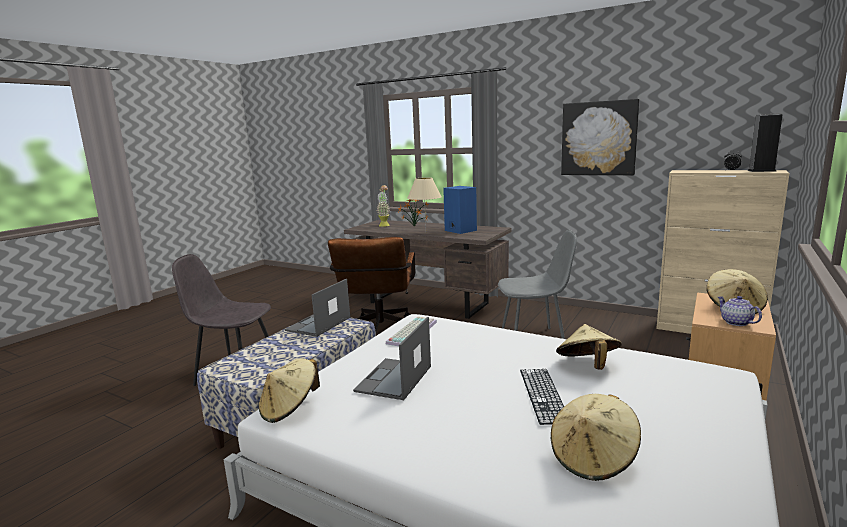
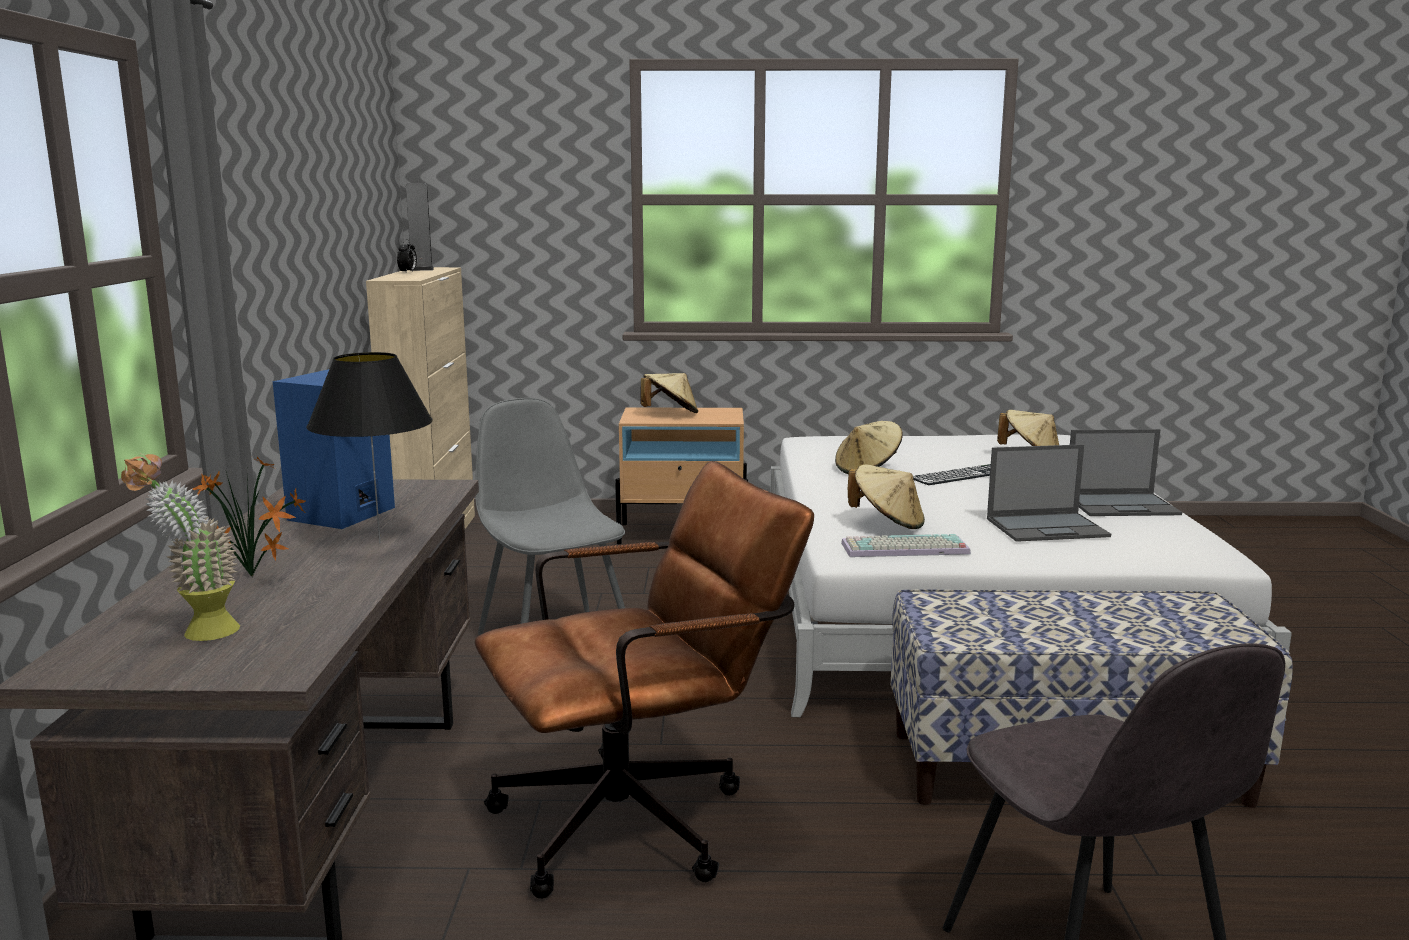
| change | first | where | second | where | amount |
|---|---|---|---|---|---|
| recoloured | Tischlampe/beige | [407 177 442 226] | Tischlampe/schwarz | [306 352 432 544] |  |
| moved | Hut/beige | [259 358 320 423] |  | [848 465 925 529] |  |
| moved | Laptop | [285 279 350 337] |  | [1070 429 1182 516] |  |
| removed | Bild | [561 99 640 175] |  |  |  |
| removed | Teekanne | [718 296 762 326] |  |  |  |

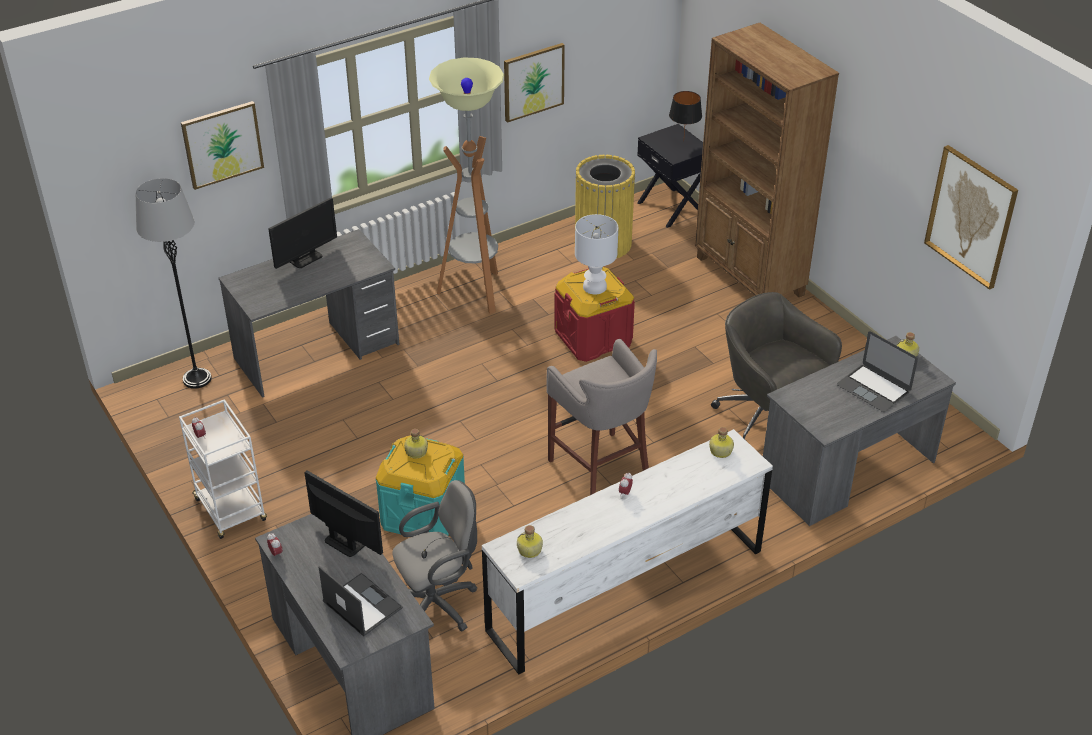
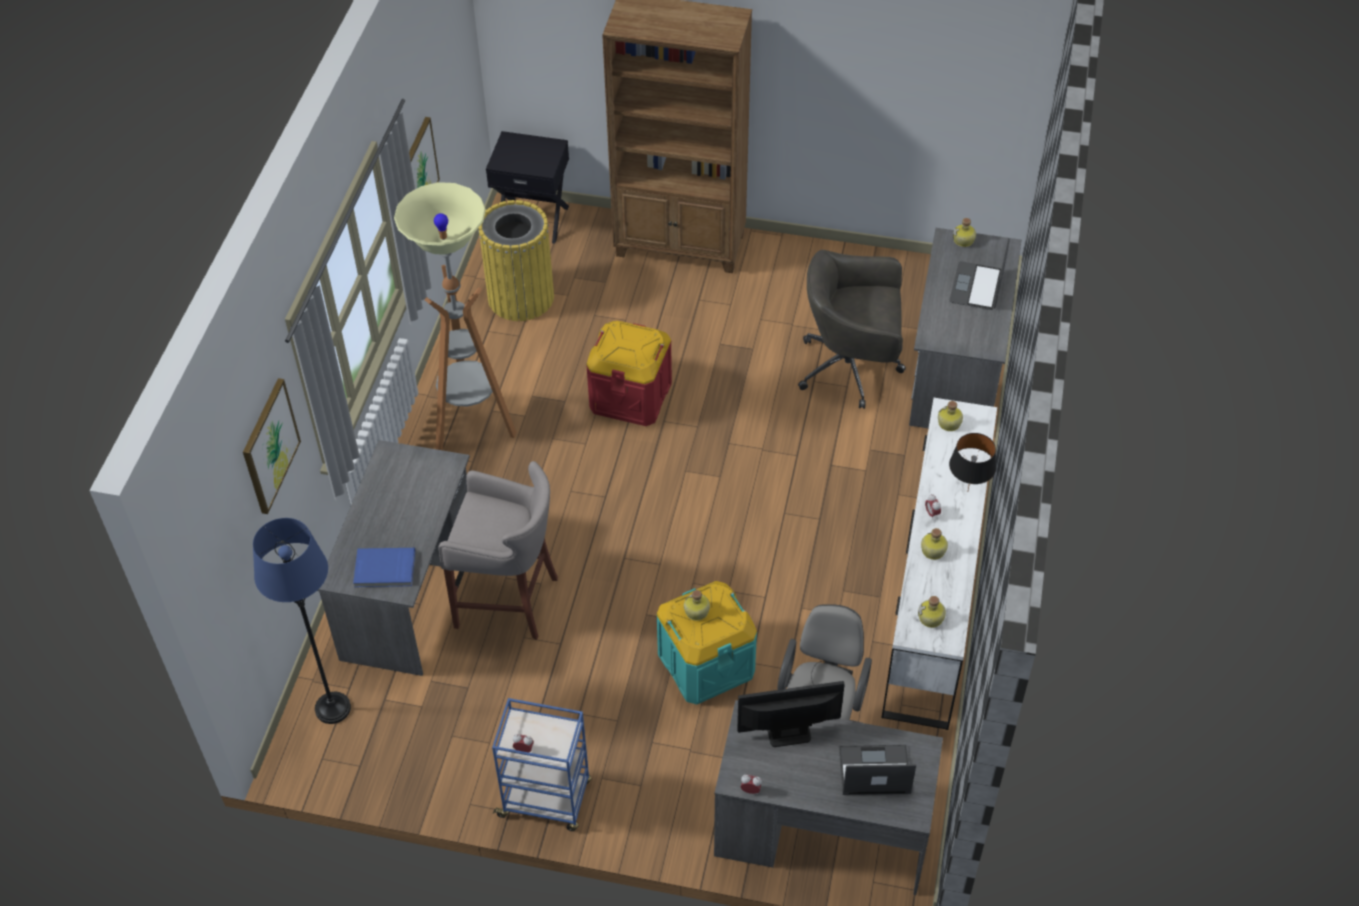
| change | first | where | second | where | amount |
|---|---|---|---|---|---|
| recoloured | Stehlampe/grau | [136 178 212 389] | Stehlampe/blau | [253 518 351 724] |  |
| added |  |  | Buch/blau | [353 548 415 587] |  |
| moved | Hocker/grau | [546 339 657 495] |  | [438 461 558 640] |  |
| recoloured | Rollwagen/weiß | [179 399 267 539] | Rollwagen/blau | [492 698 591 831] |  |
| added |  |  | Flasche | [921 528 948 560] |  |
| moved | Tischlampe/schwarz | [669 91 702 135] |  | [949 433 996 490] |  |
| turned | Laptop | [837 331 918 412] |  | [950 238 1009 310] | 105 degrees clockwise |
| removed | Monitor | [268 198 337 269] |  |  |  |
| removed | Tischlampe/weiß | [575 214 618 295] |  |  |  |
| removed | Bild | [924 145 1018 290] |  |  |  |

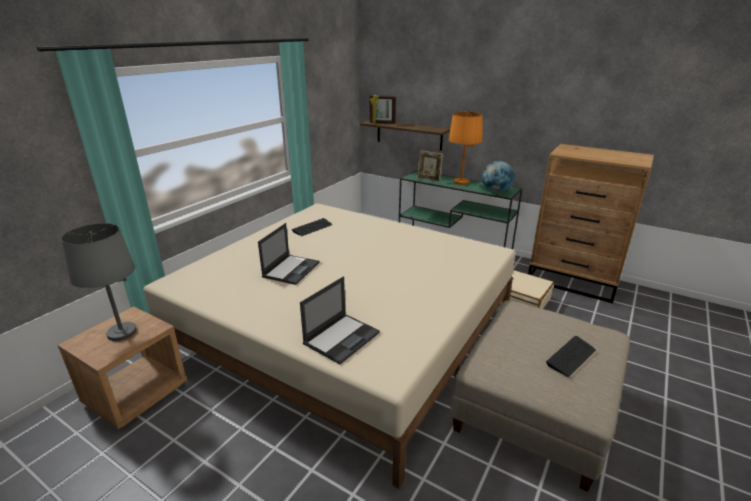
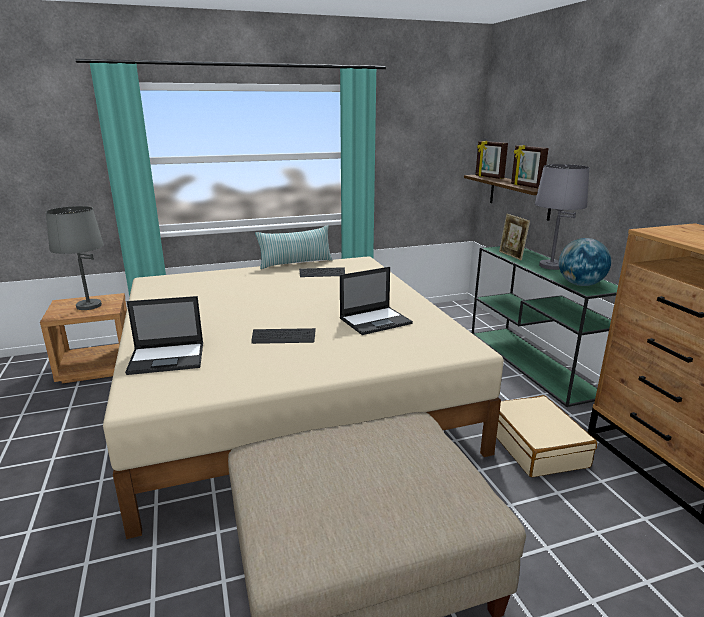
| change | first | where | second | where | amount |
|---|---|---|---|---|---|
| moved | Tastatur | [546 336 596 377] |  | [251 328 316 344] |  |
| added |  |  | Kissen | [255 225 332 269] |  |
| moved | Laptop | [258 223 320 285] |  | [340 267 413 335] |  |
| added |  |  | Bilderrahmen | [511 145 549 188] |  |
| recoloured | Tischlampe/orange | [448 112 482 185] | Tischlampe/grau | [535 164 589 270] |  |

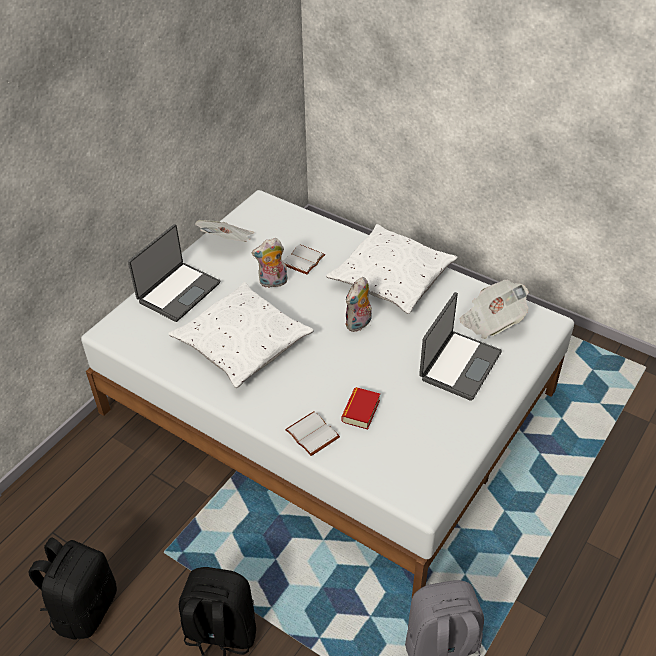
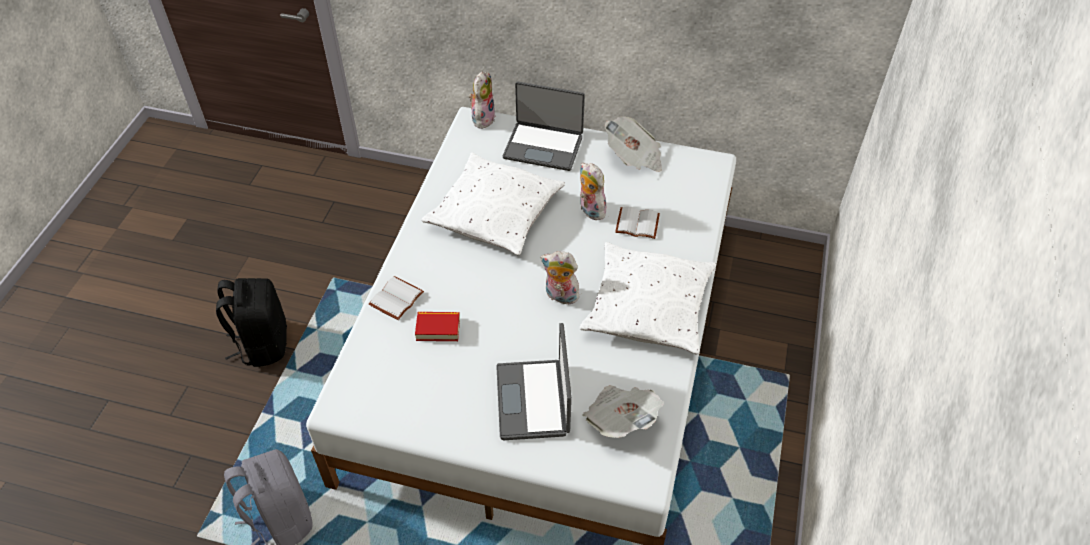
| change | first | where | second | where | amount |
|---|---|---|---|---|---|
| added |  |  | Plüschtier | [469 71 496 129] |  |
| turned | Laptop | [419 292 502 401] |  | [496 323 572 440] | 75 degrees clockwise |
| removed | Rucksack/schwarz | [29 537 117 640] |  |  |  |

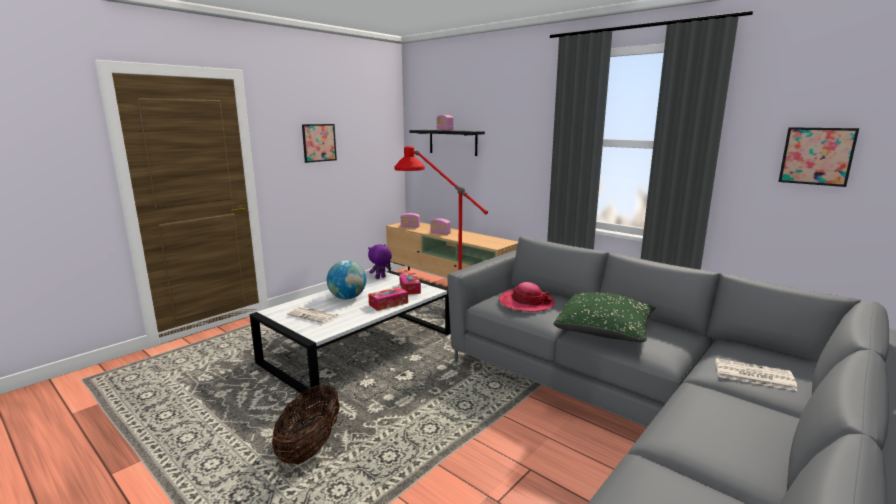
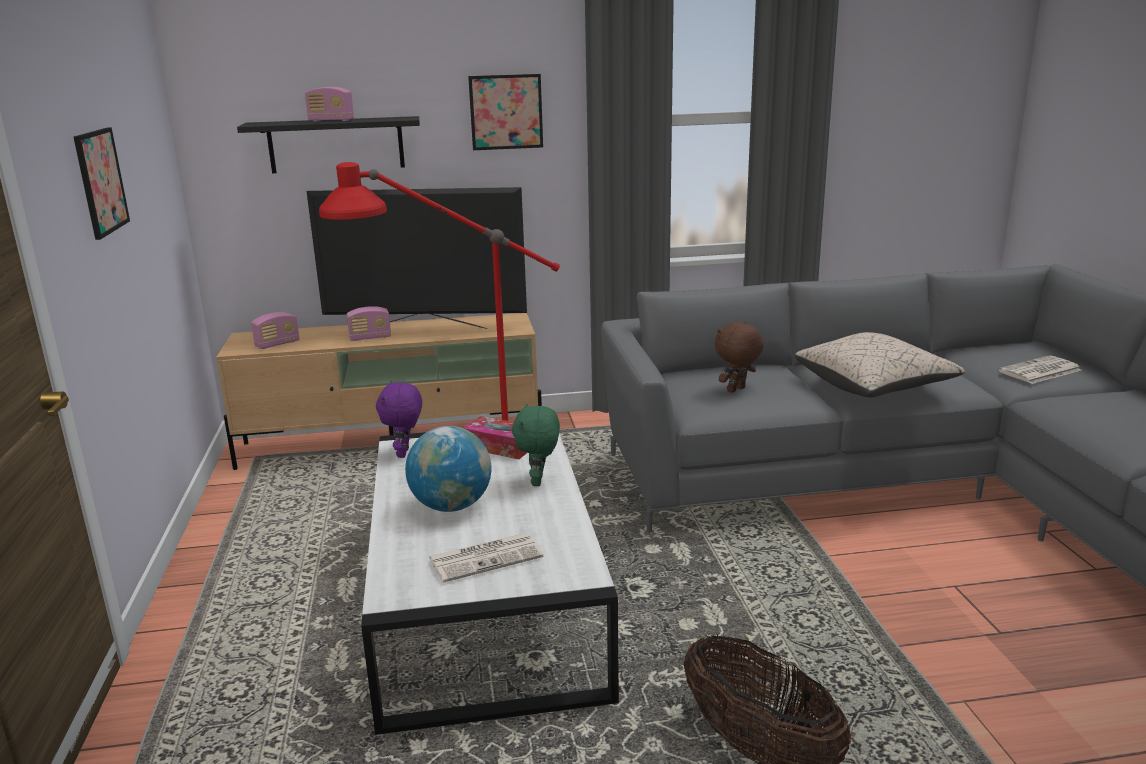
| change | first | where | second | where | amount |
|---|---|---|---|---|---|
| added |  |  | Fernseher | [307 187 527 329] |  |
| moved | Bild | [778 127 859 187] |  | [468 74 543 150] |  |
| replaced | Taschentuchbox | [368 287 408 311] | Plüschtier/grün | [512 403 560 486] |  |
| replaced | Hut | [499 282 555 312] | Plüschtier/braun | [715 321 764 393] |  |
| recoloured | Kissen/grün | [553 292 655 342] | Kissen/beige | [795 332 965 398] |  |

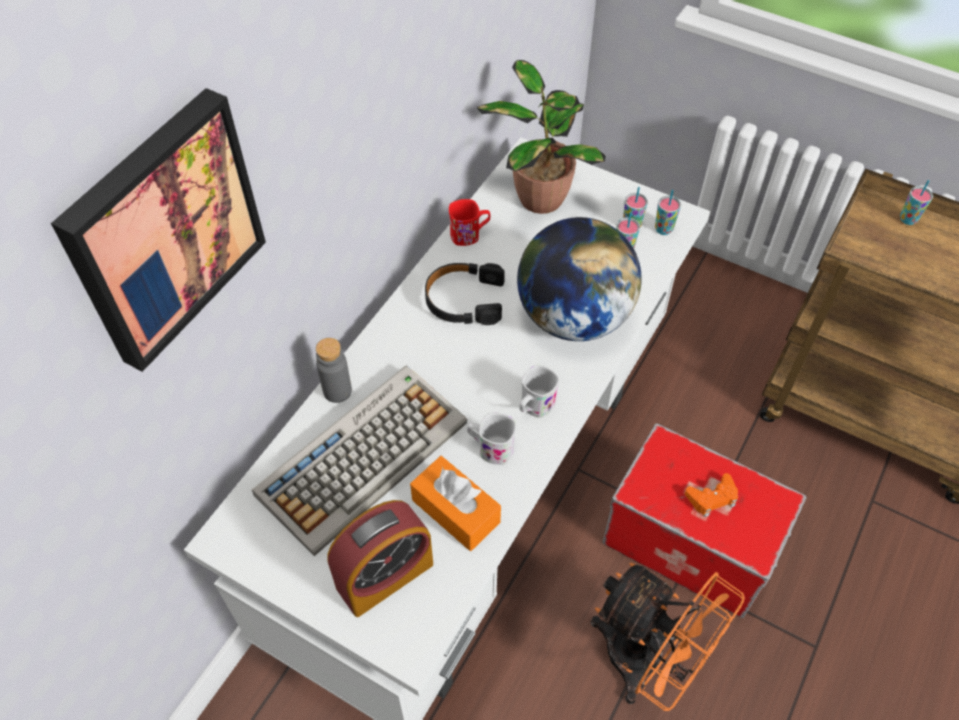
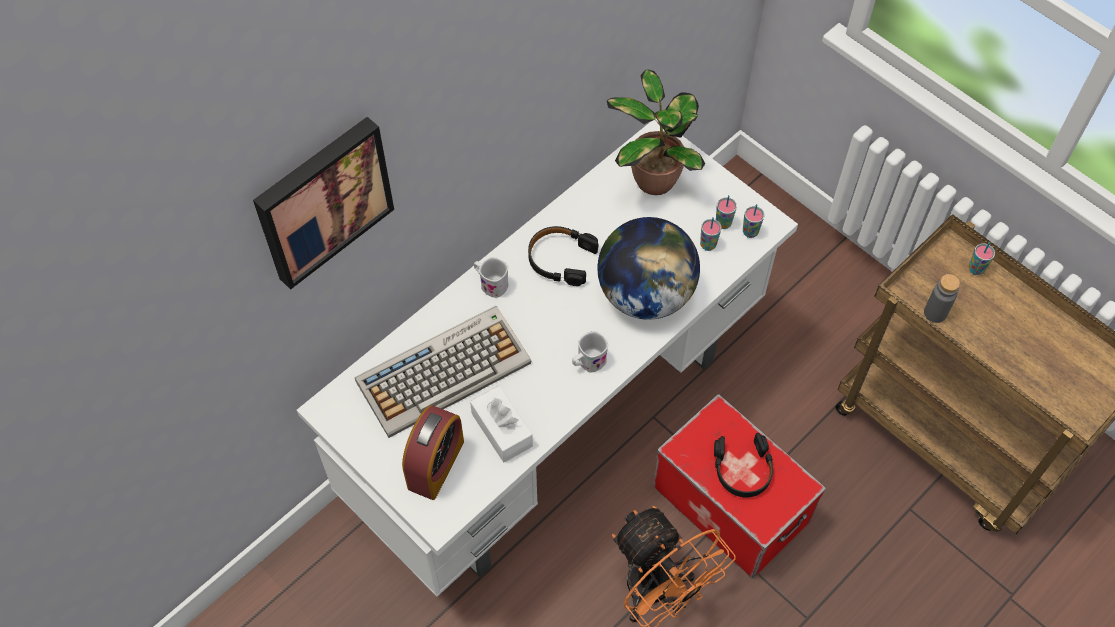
| change | first | where | second | where | amount |
|---|---|---|---|---|---|
| turned | Wecker | [327 500 433 617] |  | [402 405 464 500] | 45 degrees counterclockwise |
| recoloured | Taschentuchbox/orange | [410 456 501 551] | Taschentuchbox/weiß | [470 386 533 463] |  |
| moved | Henkelbecher/weiß | [467 413 516 465] |  | [474 257 509 298] |  |
| replaced | Gamepad/orange | [685 473 738 517] | Kopfhörer/schwarz | [714 433 773 498] |  |
| moved | Flasche/grau | [316 338 352 403] |  | [924 274 960 323] |  |
| removed | Henkelbecher/rot | [449 199 490 246] |  |  |  |

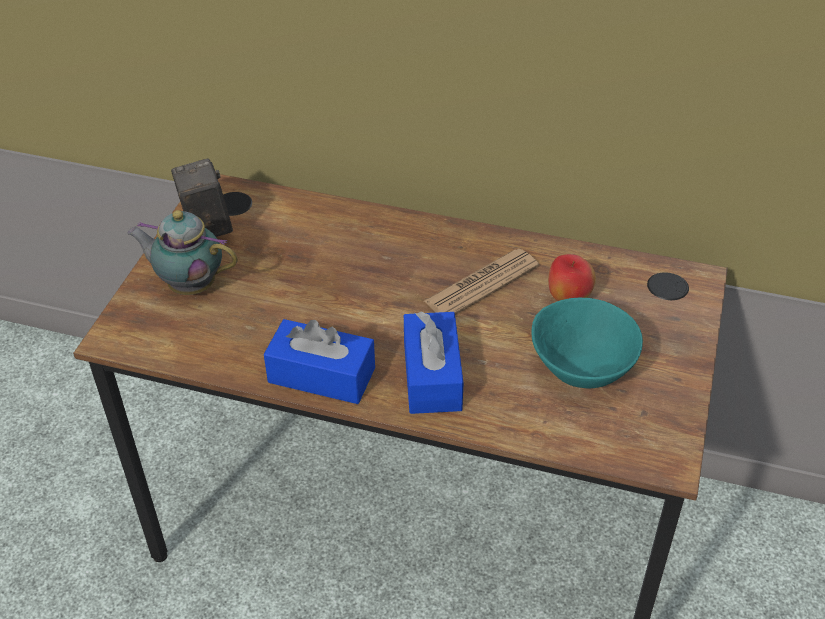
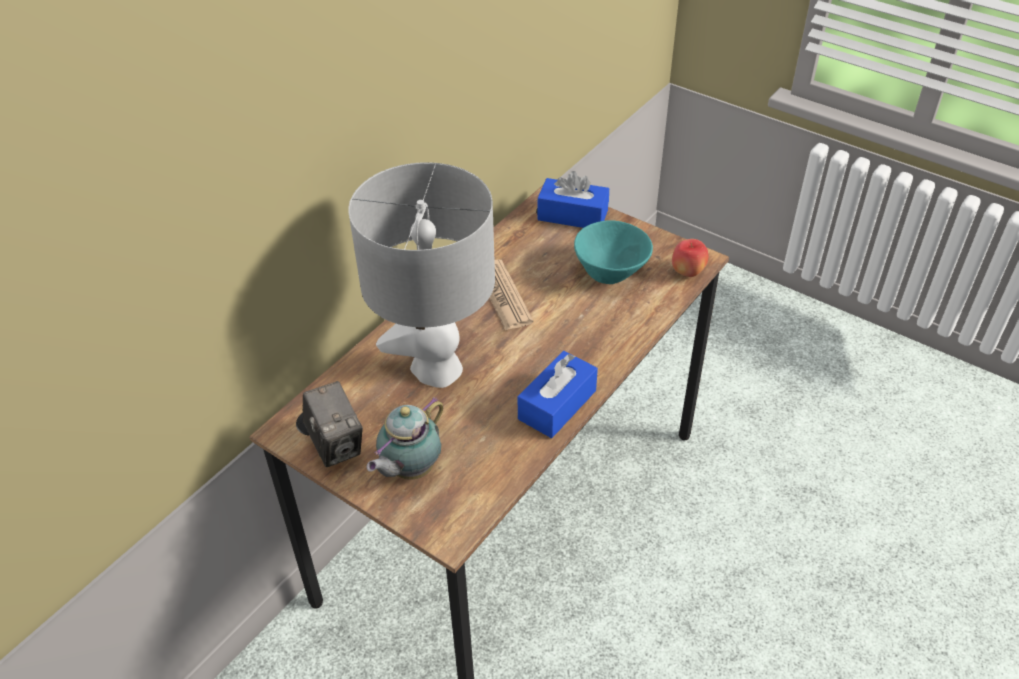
| change | first | where | second | where | amount |
|---|---|---|---|---|---|
| turned | Kamera | [171 158 233 237] |  | [303 381 363 467] | 120 degrees counterclockwise |
| added |  |  | Tischlampe/grau | [348 162 495 388] |  |
| moved | Taschentuchbox/blau | [404 312 463 414] |  | [538 171 609 228] |  |
| moved | Apfel | [548 254 596 301] |  | [672 239 708 277] |  |

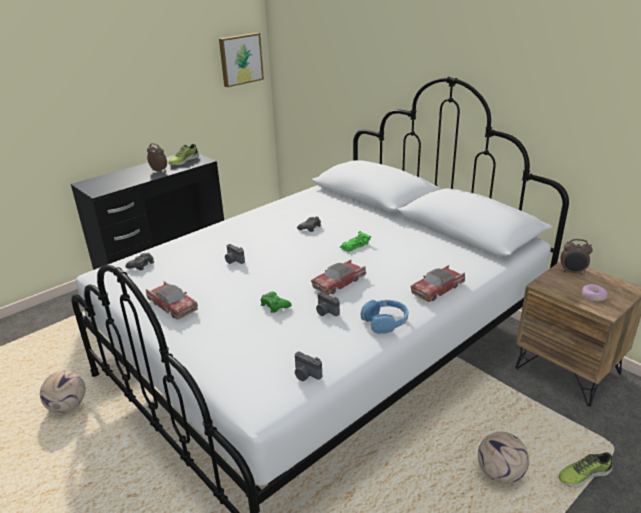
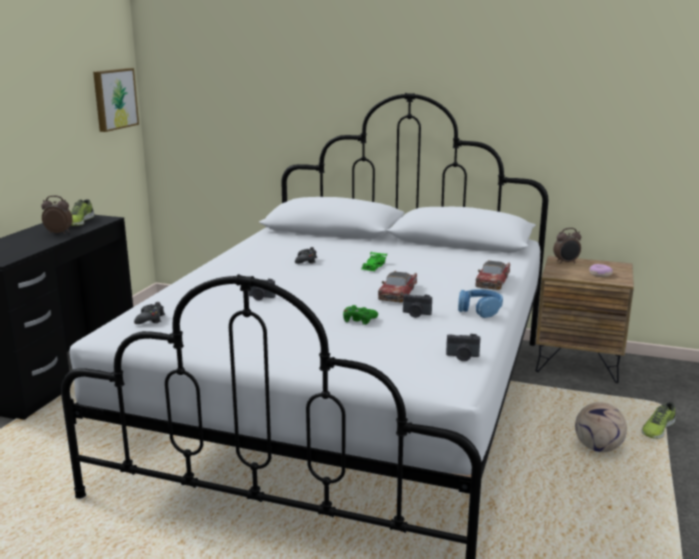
| change | first | where | second | where | amount |
|---|---|---|---|---|---|
| removed | Fußball | [40 370 86 413] |  |  |  |
| removed | Spielzeugauto | [146 281 198 320] |  |  |  |

